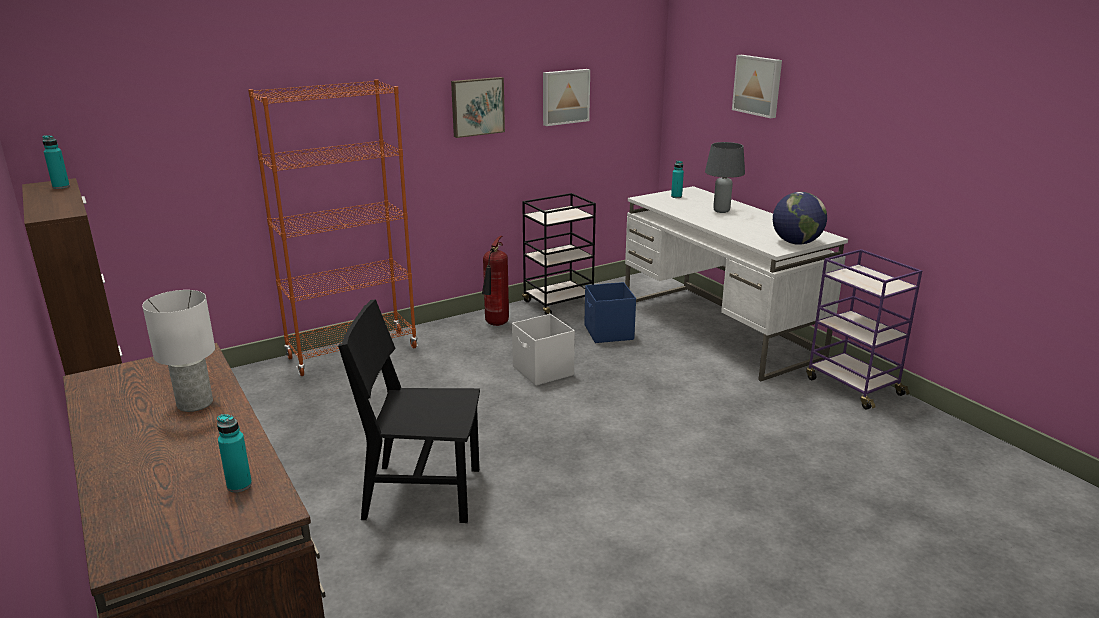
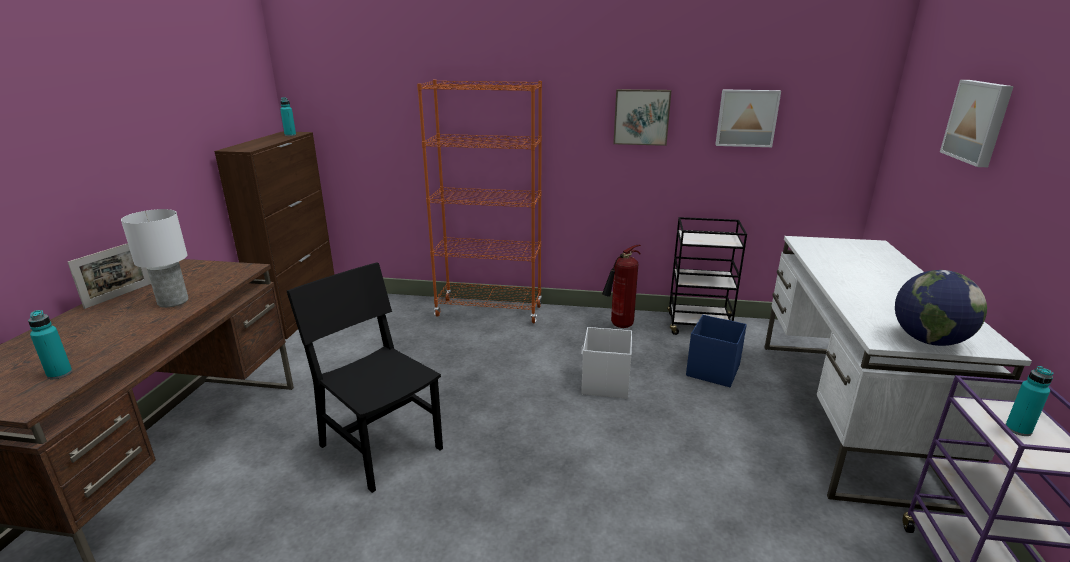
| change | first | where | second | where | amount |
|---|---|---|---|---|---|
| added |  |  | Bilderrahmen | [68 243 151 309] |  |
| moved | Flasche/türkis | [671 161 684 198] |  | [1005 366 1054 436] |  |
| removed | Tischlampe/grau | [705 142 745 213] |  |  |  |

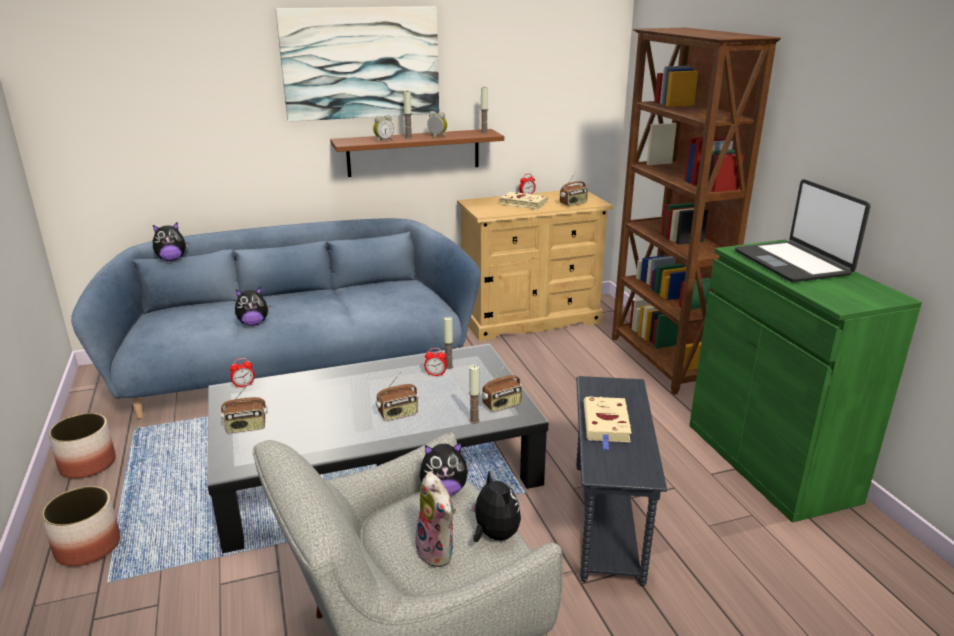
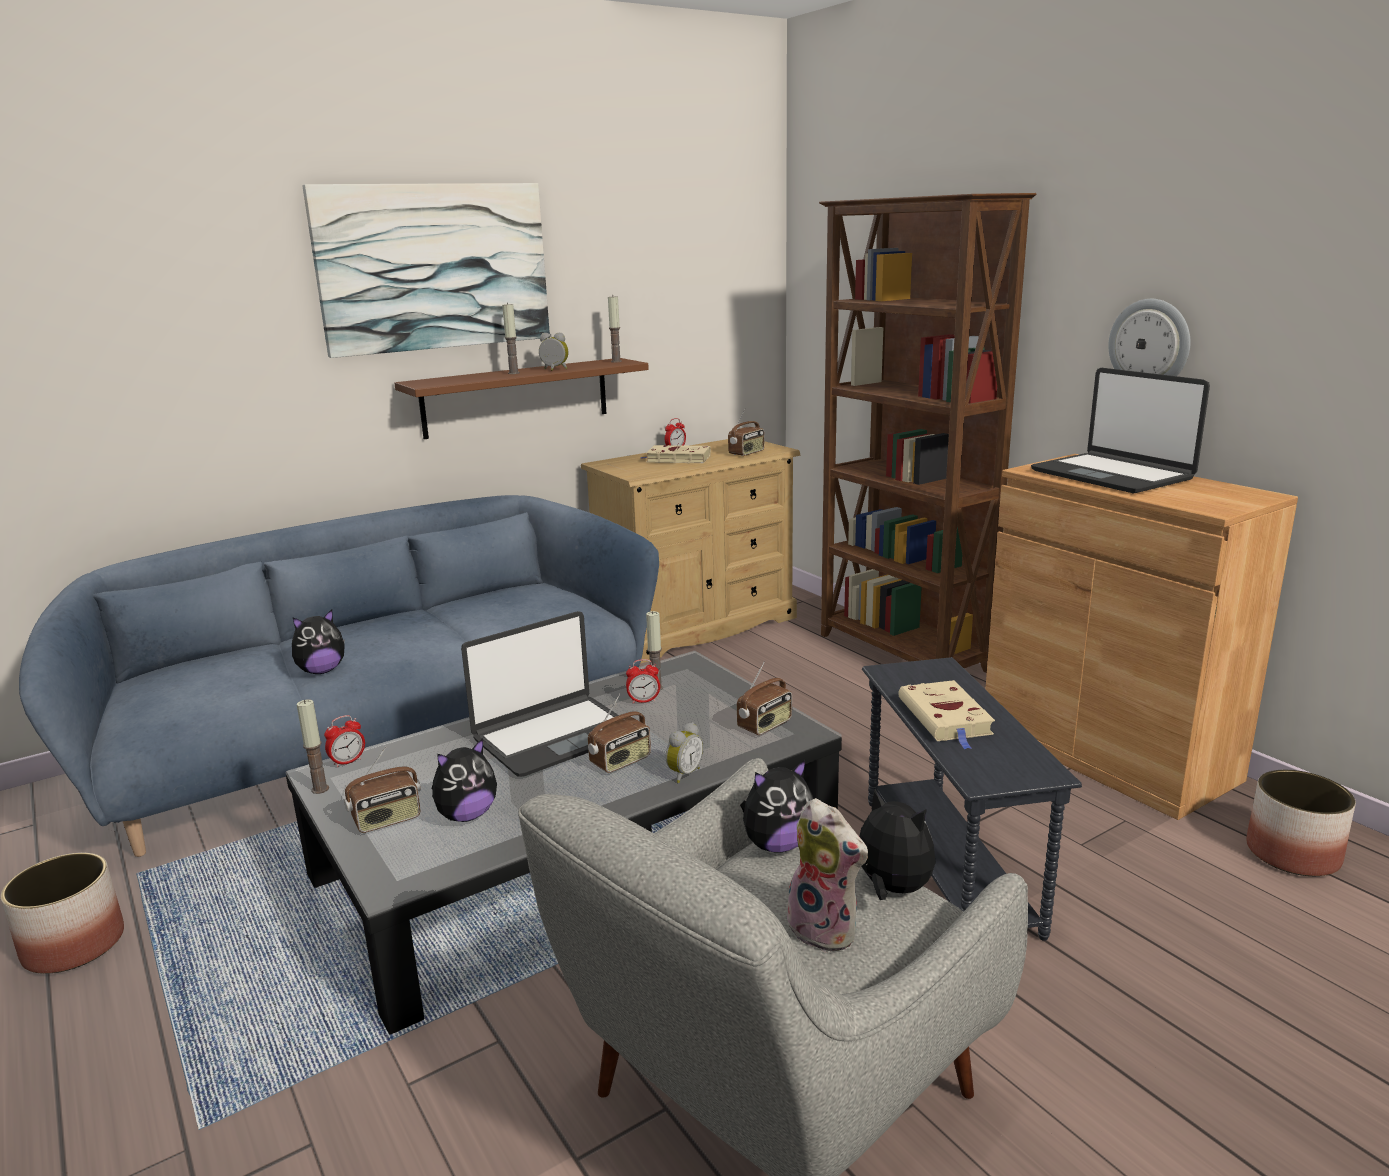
| change | first | where | second | where | amount |
|---|---|---|---|---|---|
| moved | Kerze | [469 365 480 424] |  | [297 700 329 794] |  |
| moved | Plüschtier | [153 222 188 261] |  | [432 738 497 822] |  |
| added |  |  | Laptop | [461 611 619 777] |  |
| moved | Wecker | [373 115 394 142] |  | [666 722 704 783] |  |
| recoloured | Schrank/grün | [689 240 922 523] | Schrank/braun | [985 454 1298 820] |  |
| added |  |  | Wanduhr | [1109 299 1190 376] |  |
| moved | Pflanzkübel | [41 486 120 567] |  | [1247 770 1356 876] |  |

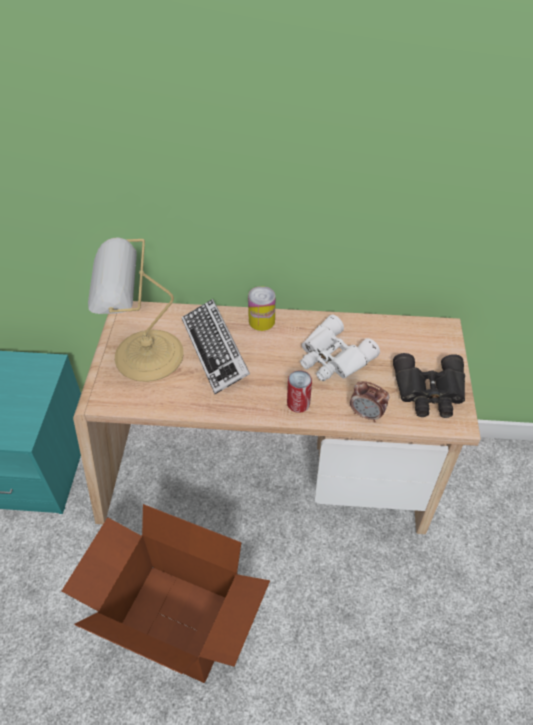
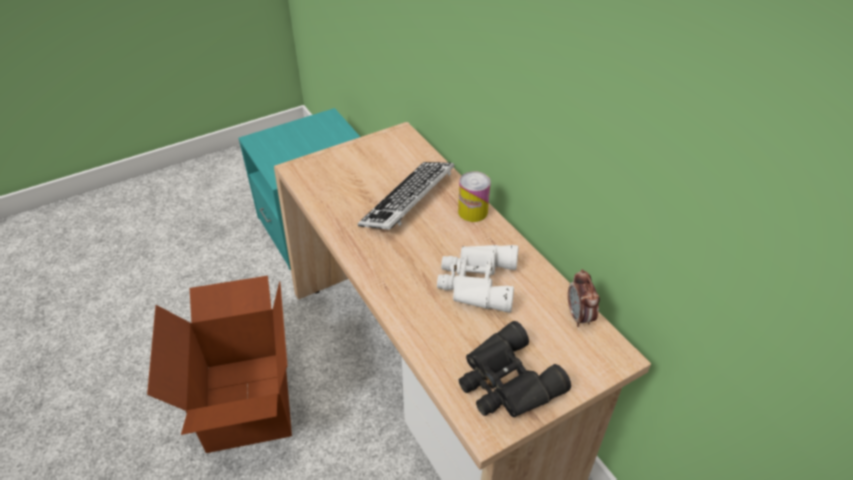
| change | first | where | second | where | amount |
|---|---|---|---|---|---|
| moved | Wecker | [350 381 389 422] |  | [568 269 600 327] |  |
| removed | Tischlampe | [88 237 184 382] |  |  |  |
| removed | Dose | [287 370 312 413] |  |  |  |

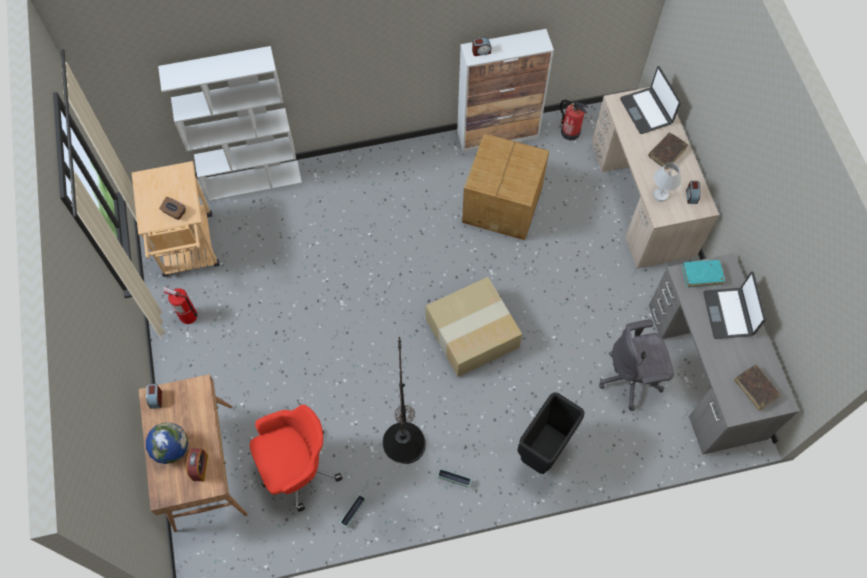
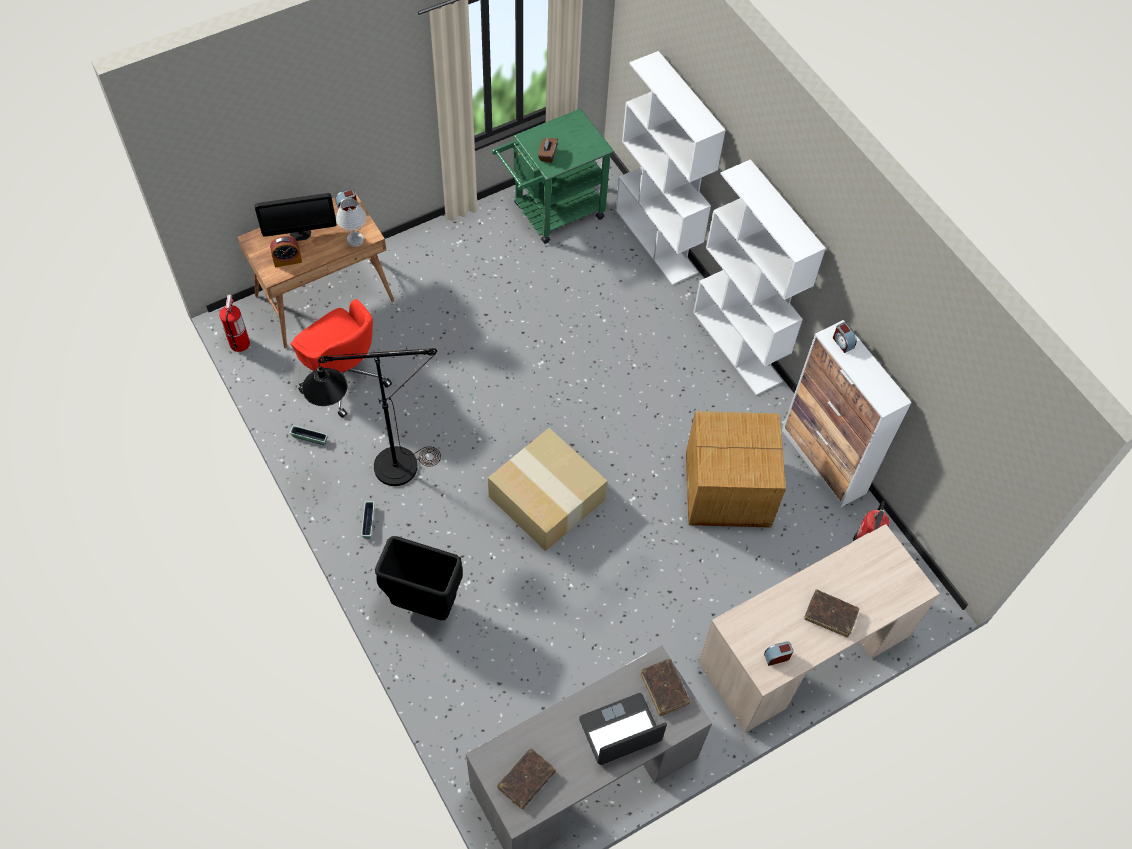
| change | first | where | second | where | amount |
|---|---|---|---|---|---|
| moved | Feuerlöscher | [163 287 198 324] |  | [219 295 250 352] |  |
| replaced | Globus | [146 423 188 464] | Monitor | [255 193 337 241] |  |
| moved | Tischlampe/weiß | [653 163 681 202] |  | [336 198 367 247] |  |
| recoloured | Rollwagen/beige | [132 161 220 277] | Rollwagen/grün | [492 108 614 243] |  |
| recoloured | Buch/türkis | [682 260 725 288] | Buch/braun | [640 659 690 716] |  |
| added |  |  | Bücherregal/weiß | [693 159 826 395] |  |
| removed | Bürostuhl/grau | [599 320 674 411] |  |  |  |
| removed | Laptop | [620 66 681 134] |  |  |  |

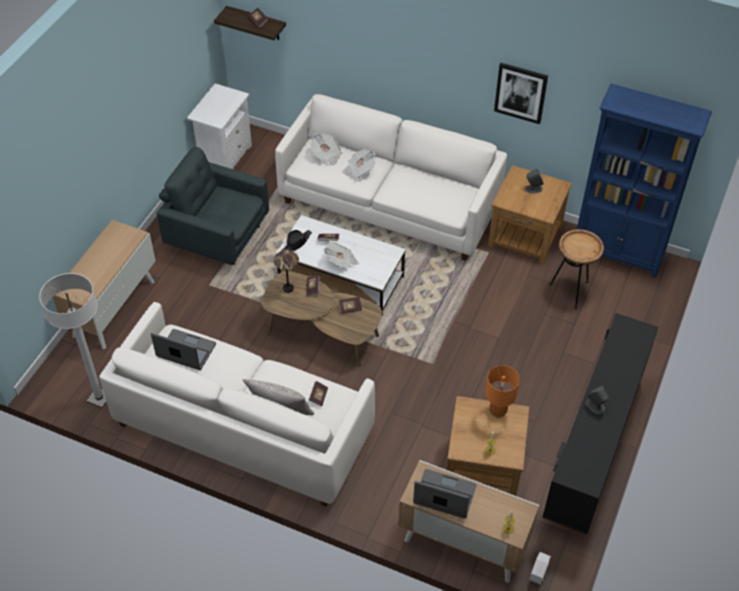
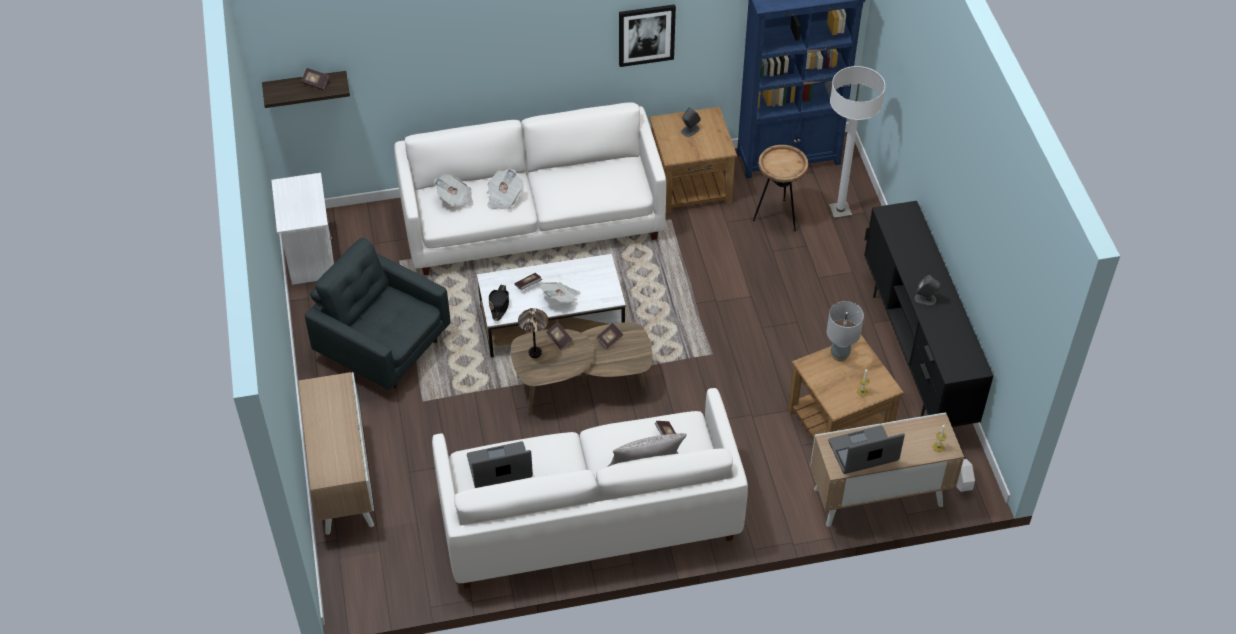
| change | first | where | second | where | amount |
|---|---|---|---|---|---|
| turned | Sessel/grau | [157 146 269 265] |  | [304 238 451 390] | 45 degrees clockwise |
| recoloured | Tischlampe/orange | [485 365 520 418] | Tischlampe/grau | [827 301 864 361] |  |
| moved | Stehlampe/weiß | [39 273 107 408] |  | [829 66 885 219] |  |

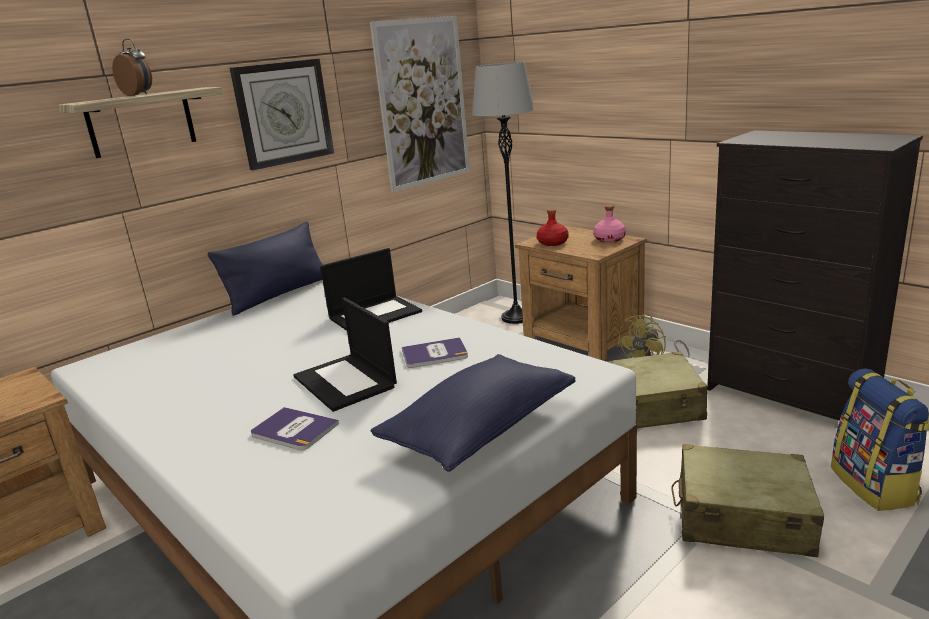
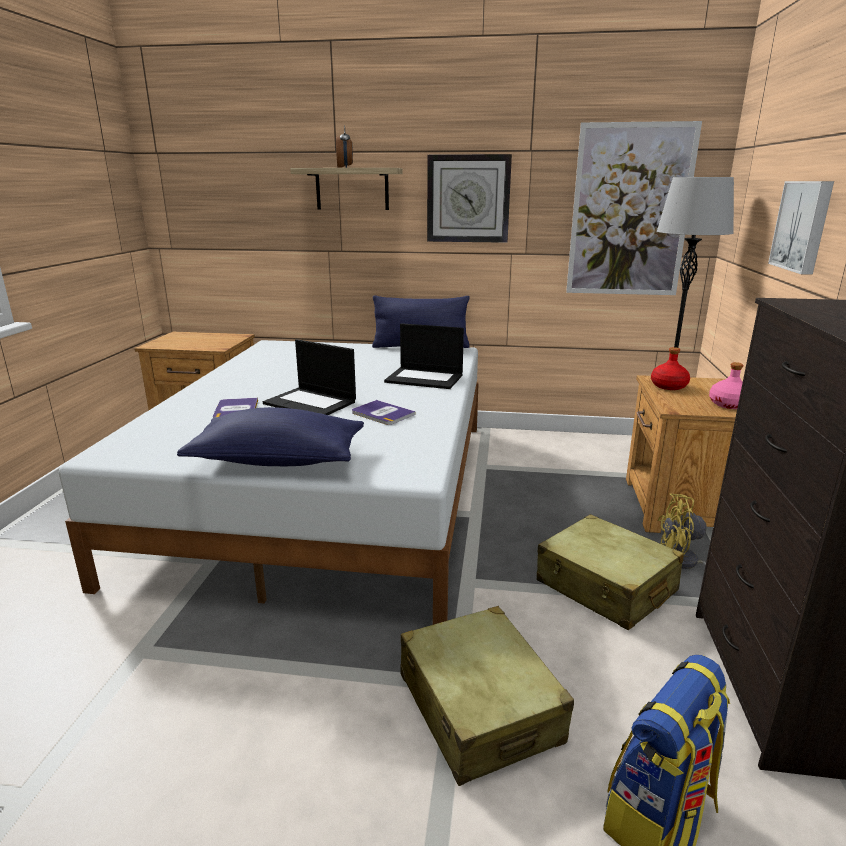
| change | first | where | second | where | amount |
|---|---|---|---|---|---|
| turned | Laptop | [293 297 397 412] |  | [263 339 356 415] | 75 degrees counterclockwise |
| added |  |  | Bild | [768 181 834 275] |  |

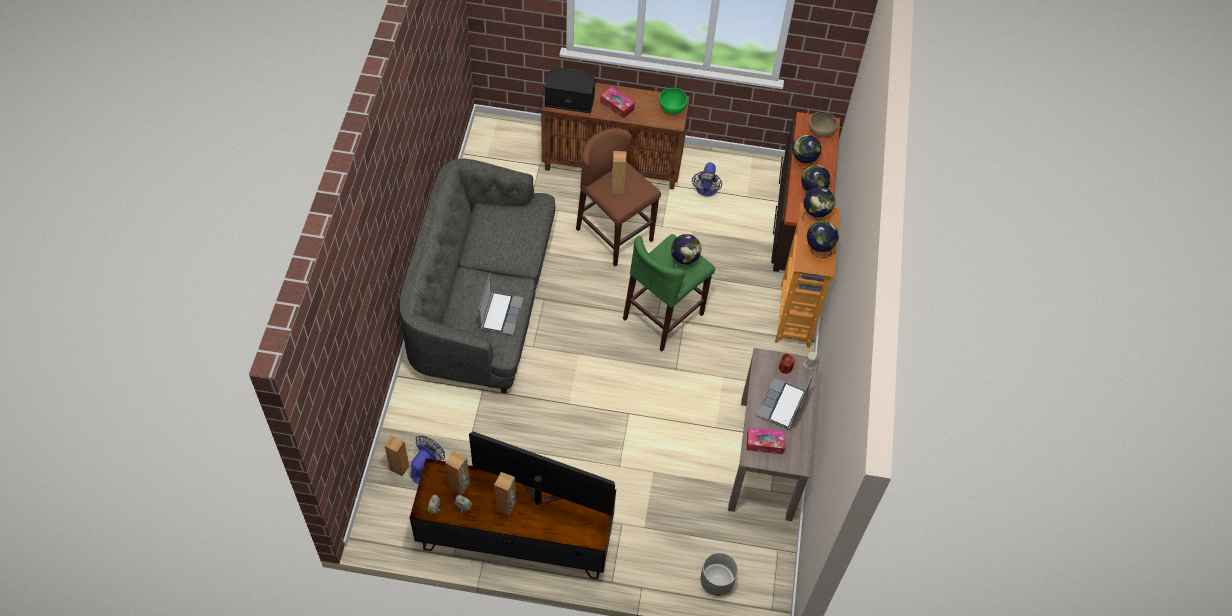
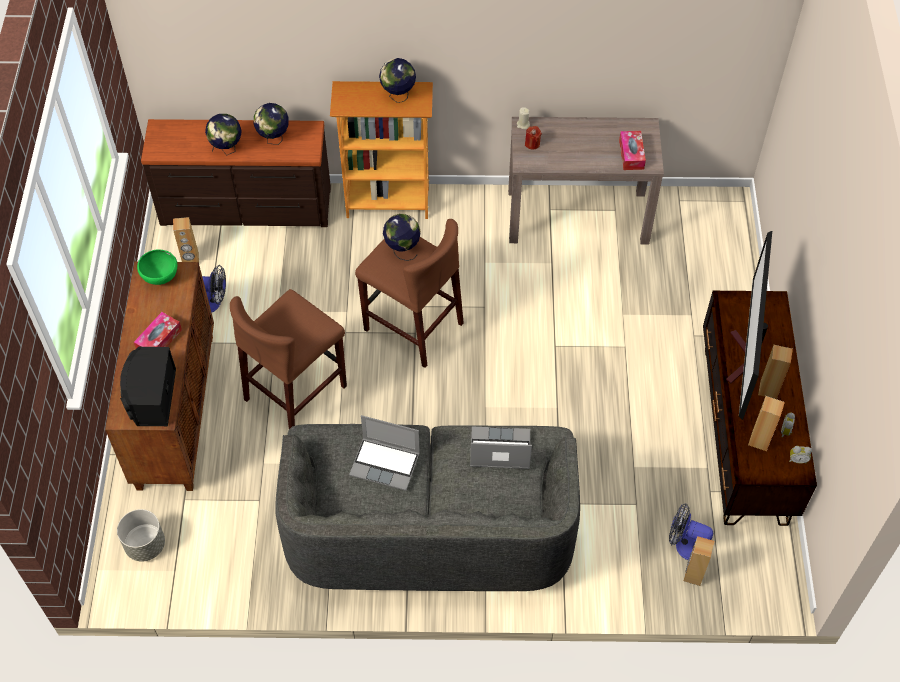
| change | first | where | second | where | amount |
|---|---|---|---|---|---|
| moved | Pflanzkübel/grau | [700 553 738 596] |  | [117 509 165 561] |  |
| moved | Lautsprecher/braun | [611 151 626 194] |  | [173 217 199 262] |  |
| moved | Laptop | [757 373 813 430] |  | [349 415 420 491] |  |
| recoloured | Hocker/grün | [623 234 715 351] | Hocker/braun | [355 219 464 368] |  |
| removed | Globus | [802 186 835 221] |  |  |  |
| removed | Schüssel/braun | [809 112 838 137] |  |  |  |

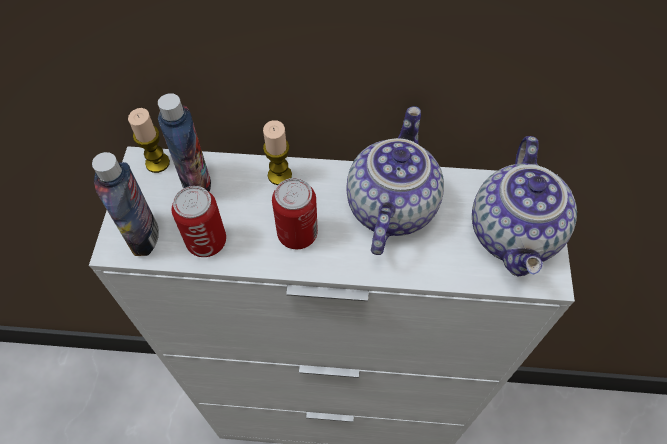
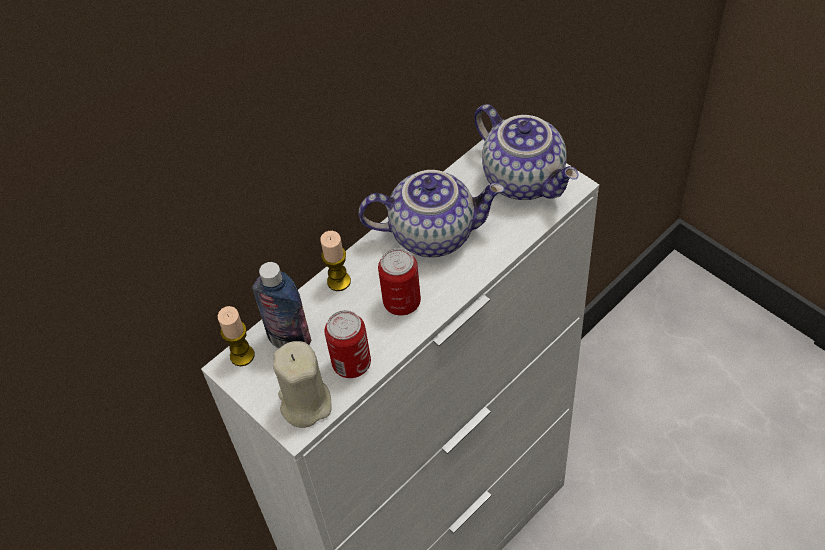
| change | first | where | second | where | amount |
|---|---|---|---|---|---|
| replaced | Flasche | [92 152 159 256] | Kerze/beige | [273 341 331 428] |  |
| turned | Teekanne | [346 106 444 255] |  | [358 170 505 257] | 120 degrees clockwise |

